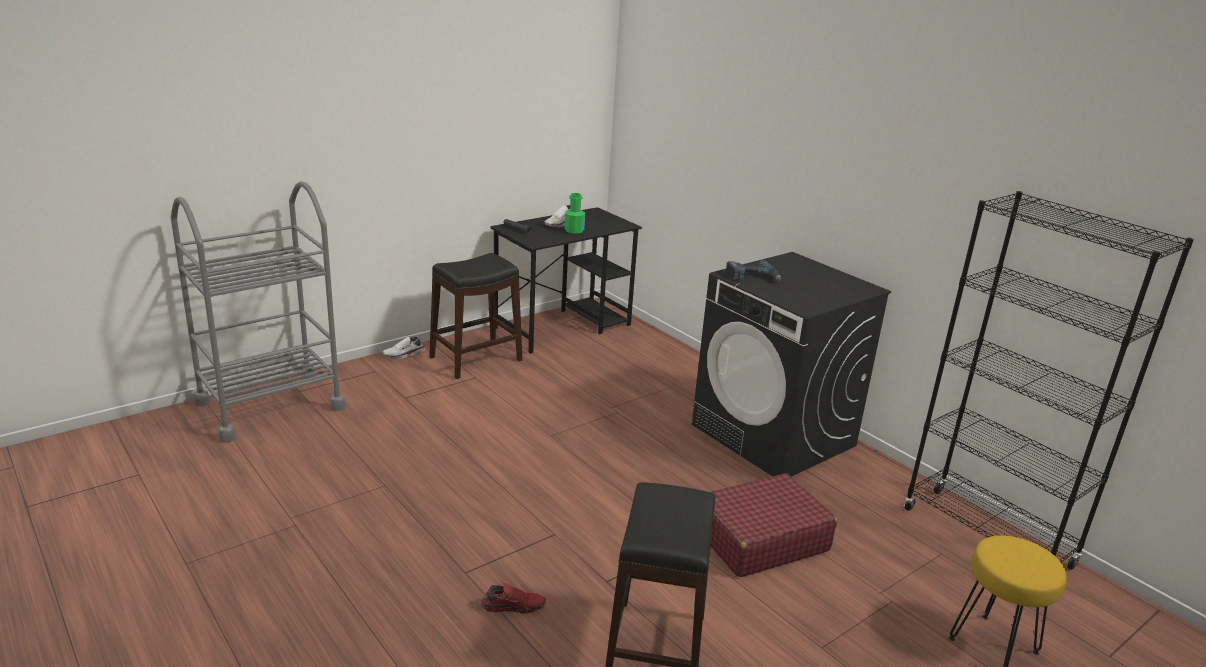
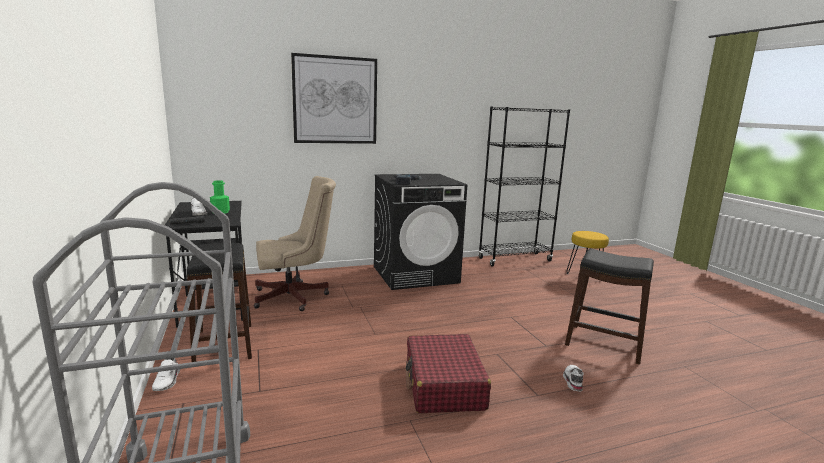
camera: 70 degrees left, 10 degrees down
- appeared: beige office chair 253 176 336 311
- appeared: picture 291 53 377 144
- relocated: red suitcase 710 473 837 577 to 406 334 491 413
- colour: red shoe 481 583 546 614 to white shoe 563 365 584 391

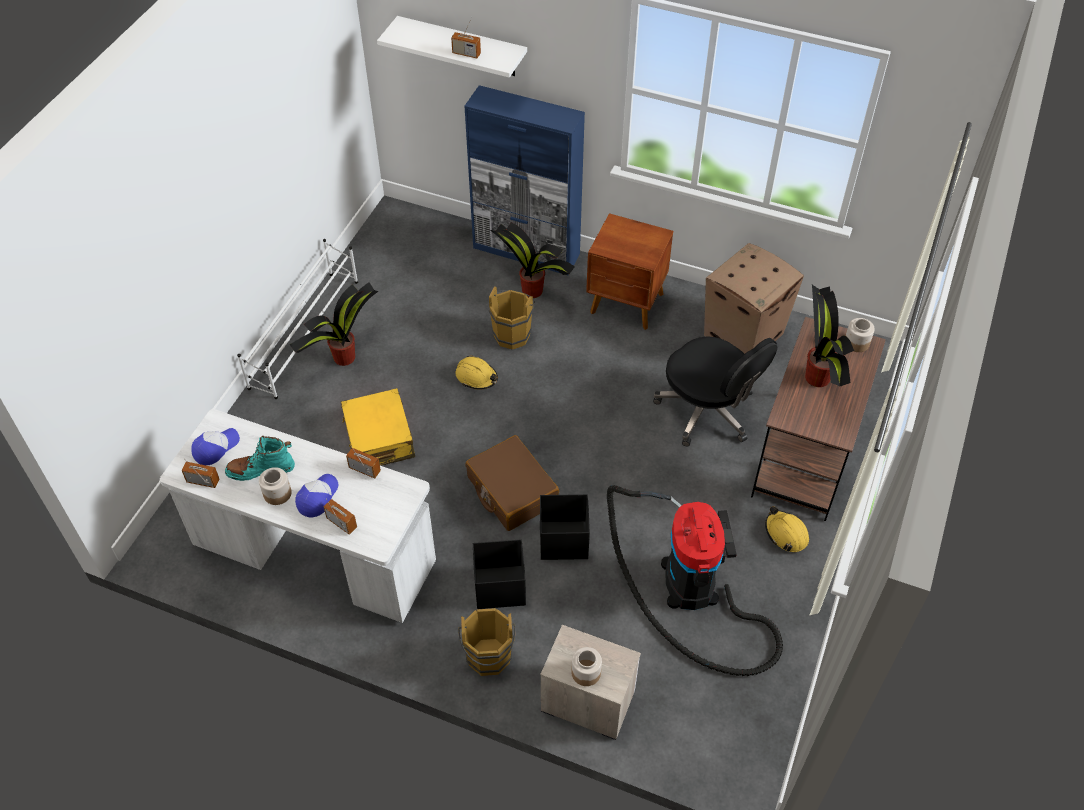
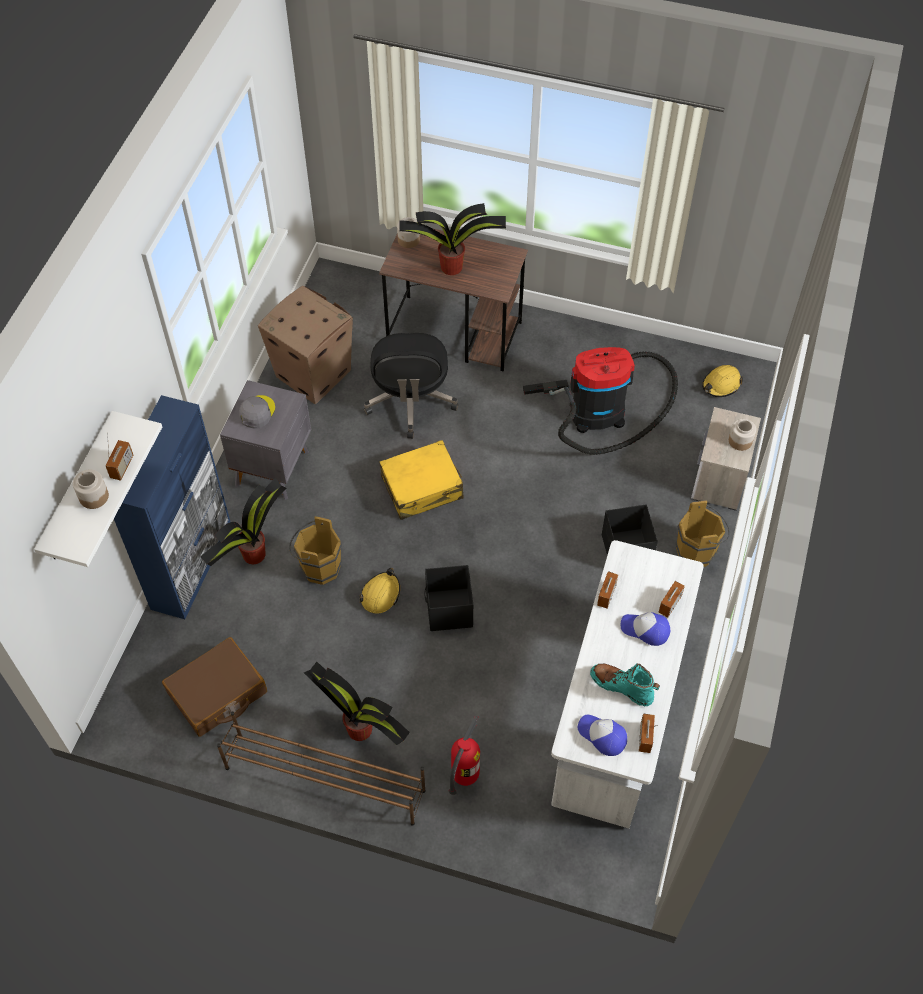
camera: 95 degrees left, 5 degrees up
- relocated: jar 259 467 292 505 to 73 470 109 509
- relocated: brown suitcase 466 435 559 531 to 162 637 267 737
- colour: white shoe rack 237 239 358 399 to brown shoe rack 217 712 426 826
- colour: brown nightstand 586 213 673 330 to grey nightstand 220 380 311 500
- appeared: grey cap 239 395 275 429
- spun: black office chair 653 336 778 446 = 364 333 458 439 135 degrees clockwise
- relocated: yellow suitcase 341 388 415 466 to 380 440 464 520
- relocated: black storage box 540 494 590 560 to 424 565 473 631
- appeared: fire extinguisher 449 716 480 795
- spun: turquoise boot 225 436 295 481 = 590 664 660 707 135 degrees clockwise
- relocated: yellow hard hat 765 506 809 552 to 702 365 743 397

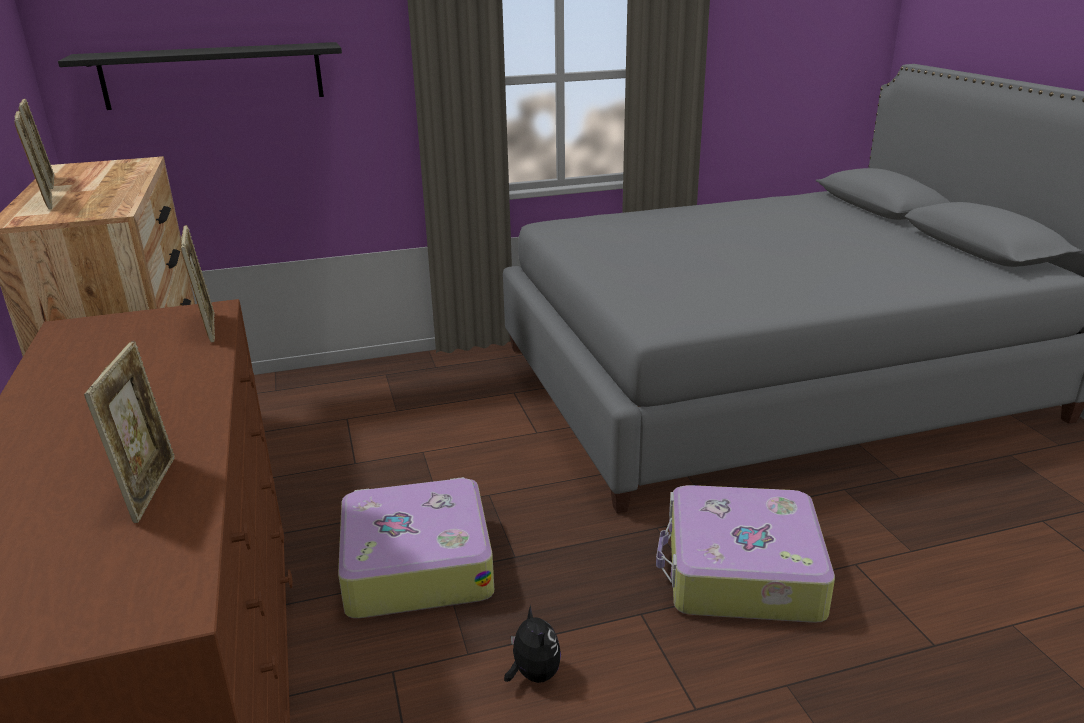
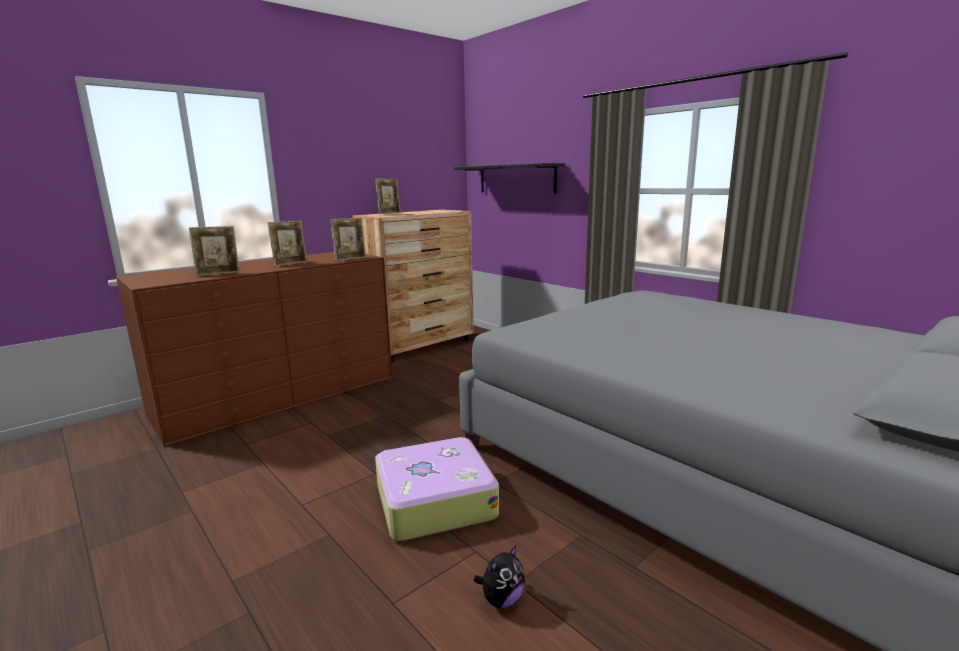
camera: 65 degrees right, 10 degrees down
- relocated: picture frame 19 99 55 189 to 268 221 307 267
- relocated: plush toy 504 605 561 683 to 474 545 525 608
- missing: suitcase 338 477 494 618

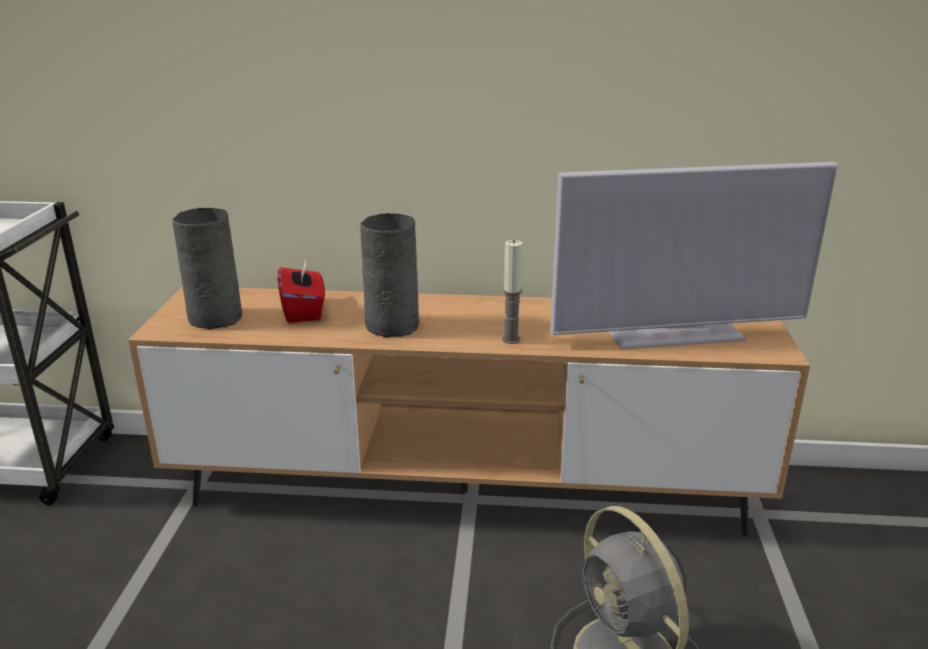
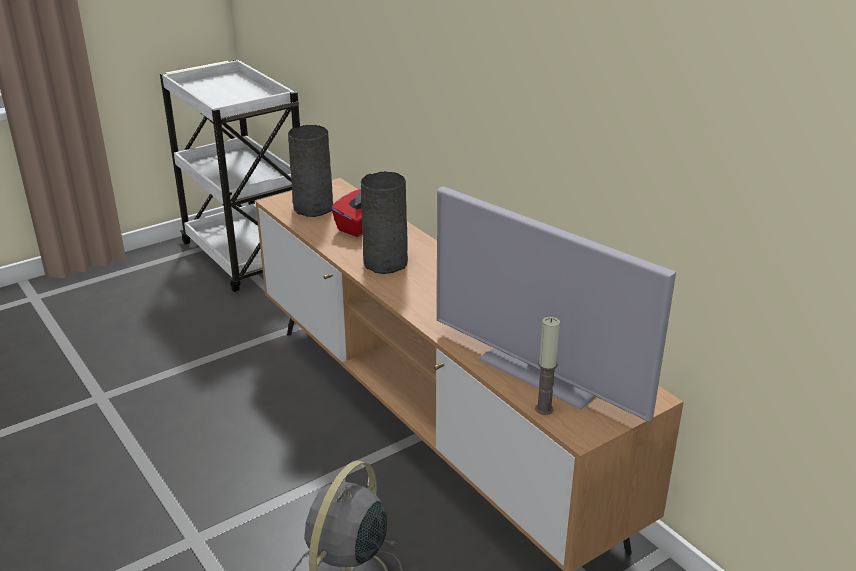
camera: 50 degrees right, 5 degrees up
- relocated: candle 502 240 523 344 to 535 317 560 415

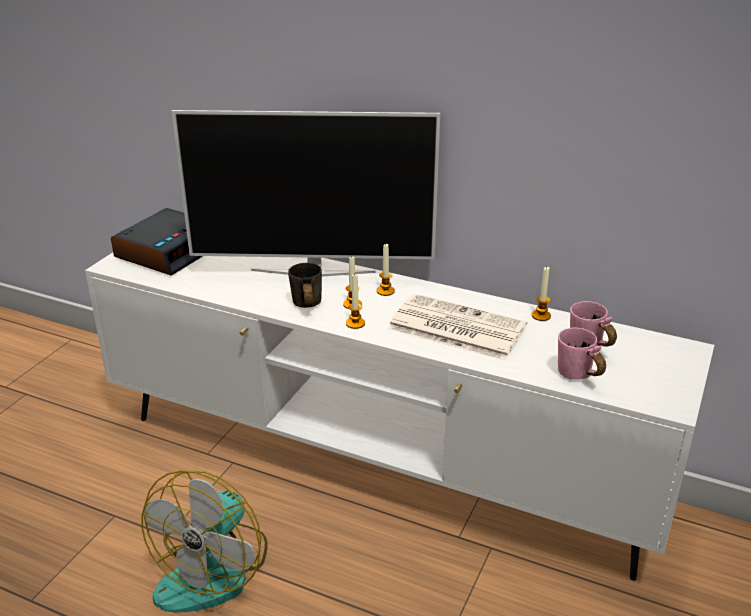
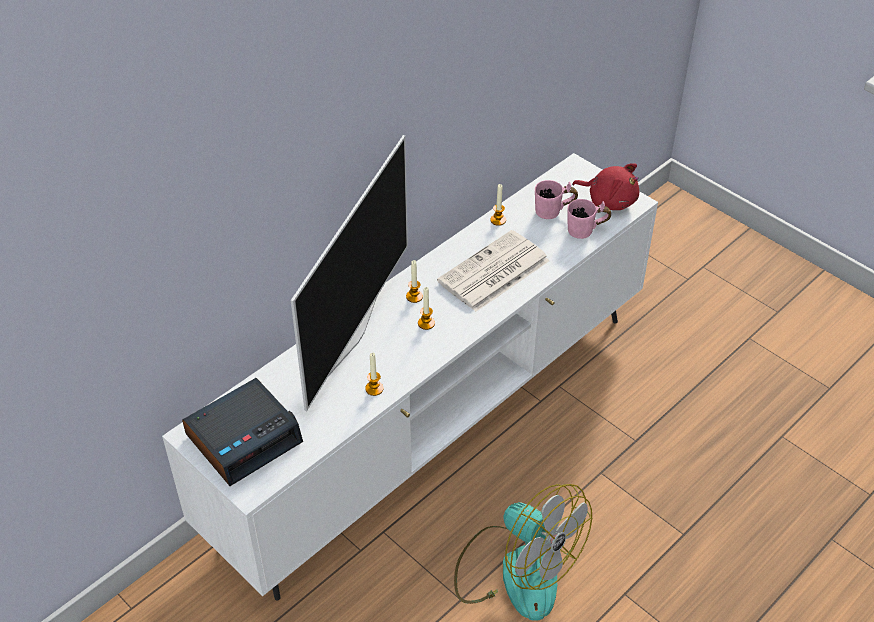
camera: 70 degrees left, 15 degrees up
- spun: alarm clock 111 208 203 276 = 182 378 303 486 90 degrees clockwise
- relocated: candle 346 275 365 329 to 365 353 384 396
- appeared: red plush toy 572 163 639 210
- missing: grey mug 288 263 322 308

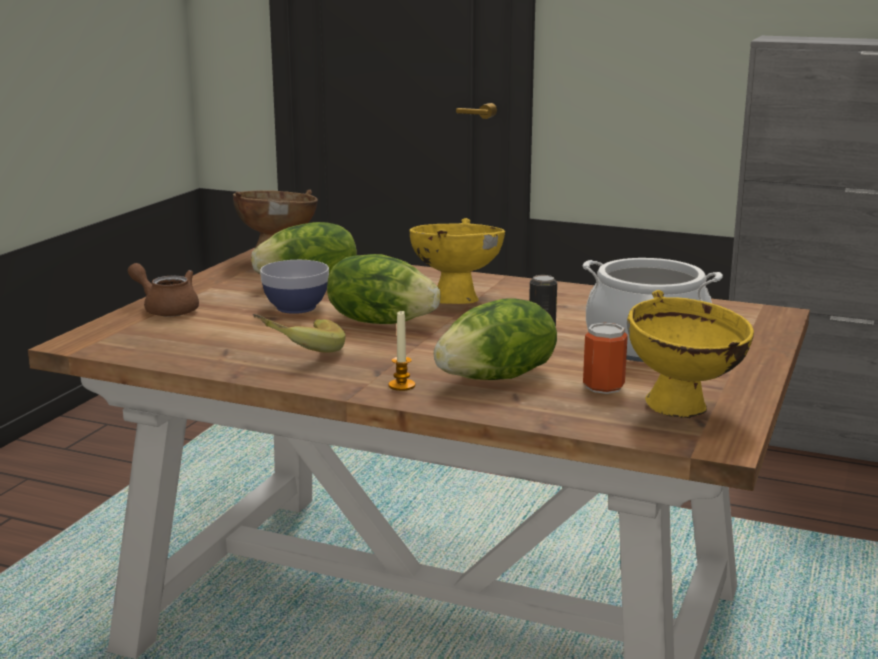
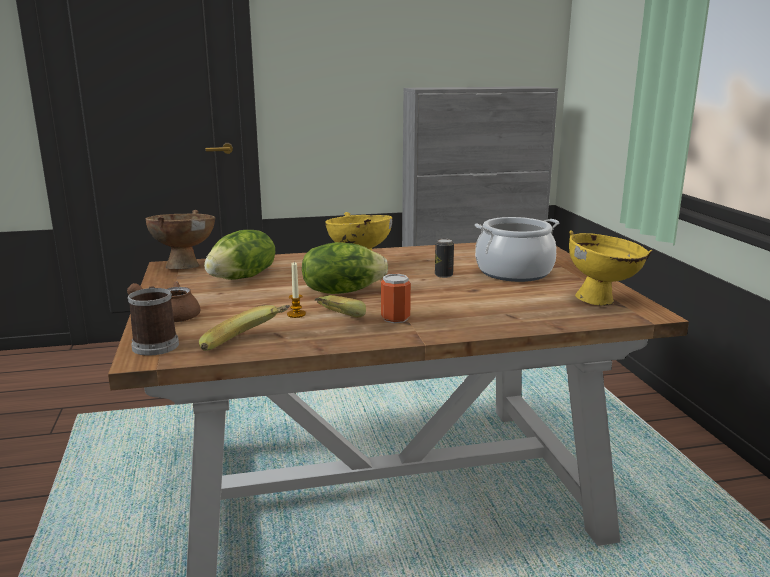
camera: 35 degrees left, 0 degrees up
- appeared: mug 127 286 179 356
- appeared: banana 199 305 290 351
- relocated: candle 388 311 415 391 to 287 262 306 318
- relocated: can 583 322 628 394 to 381 273 411 323
- missing: bowl 260 260 329 314
- missing: lettuce 434 298 557 380

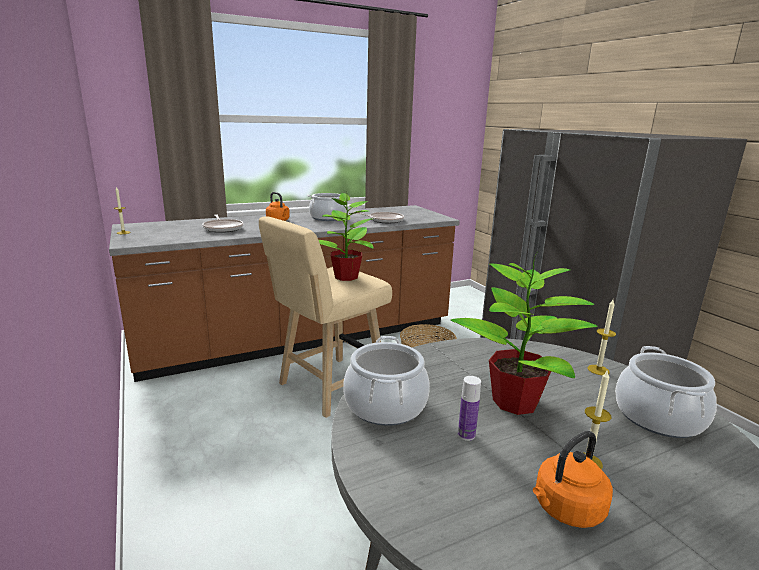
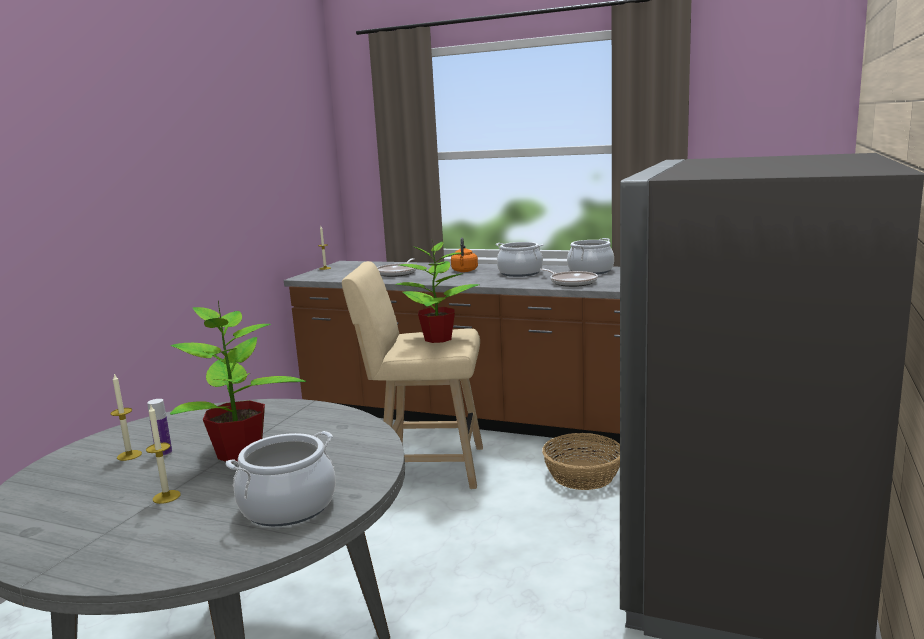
camera: 50 degrees right, 5 degrees down
- relocated: candle 588 300 616 375 to 111 373 142 461
- relocated: cooking pot 343 336 430 426 to 567 238 614 275
- missing: orange kettle 533 431 613 528

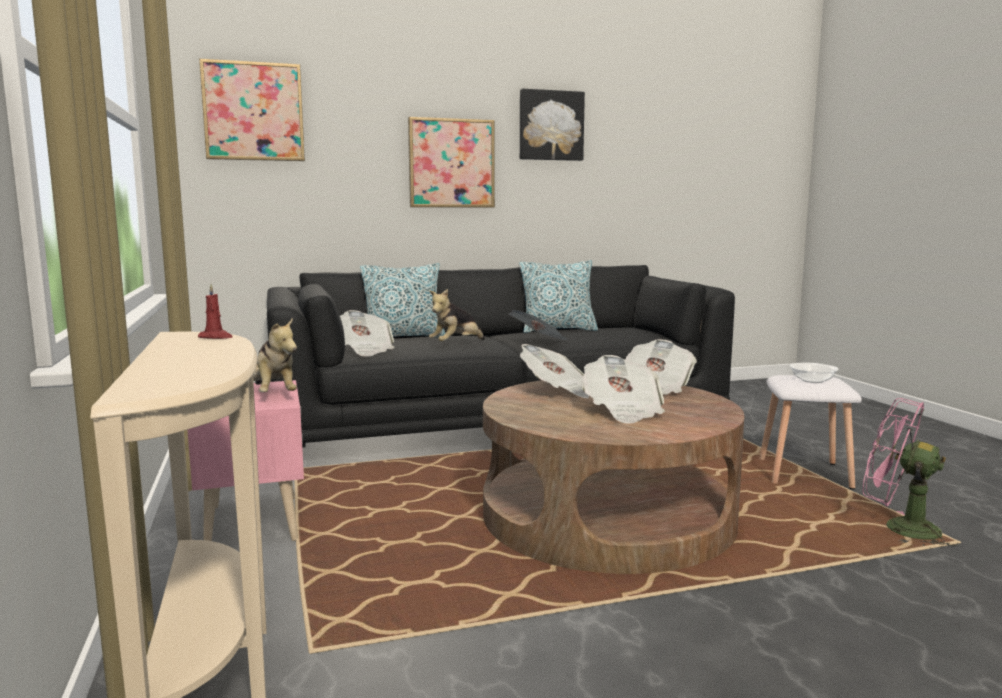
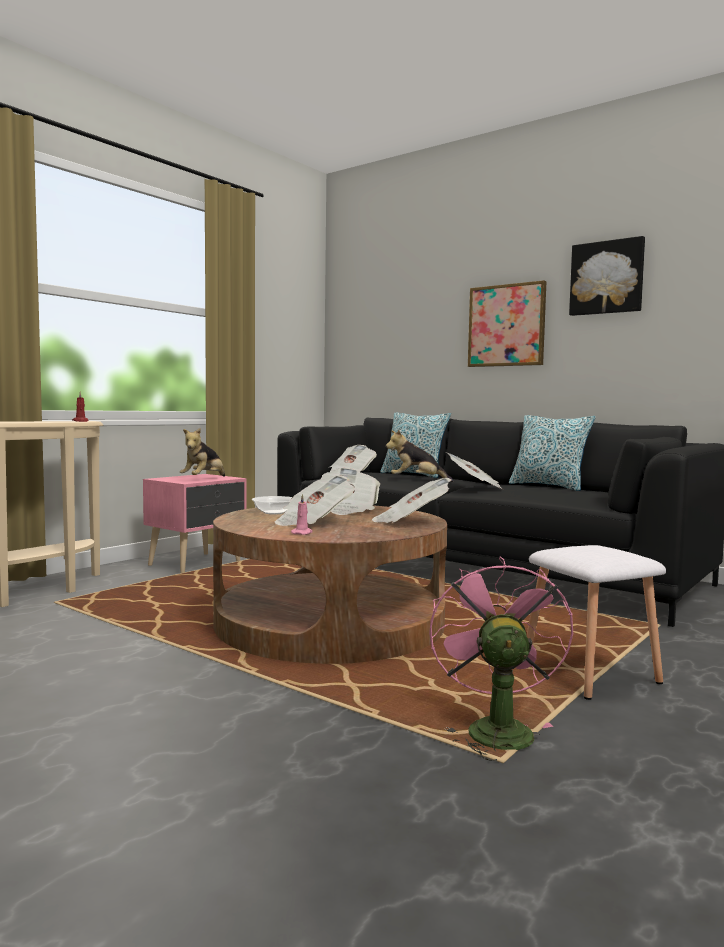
camera: 55 degrees right, 5 degrees down
- relocated: bowl 790 363 838 383 to 252 496 292 514
- appeared: pink candle 291 494 312 535
- missing: picture 199 58 305 161

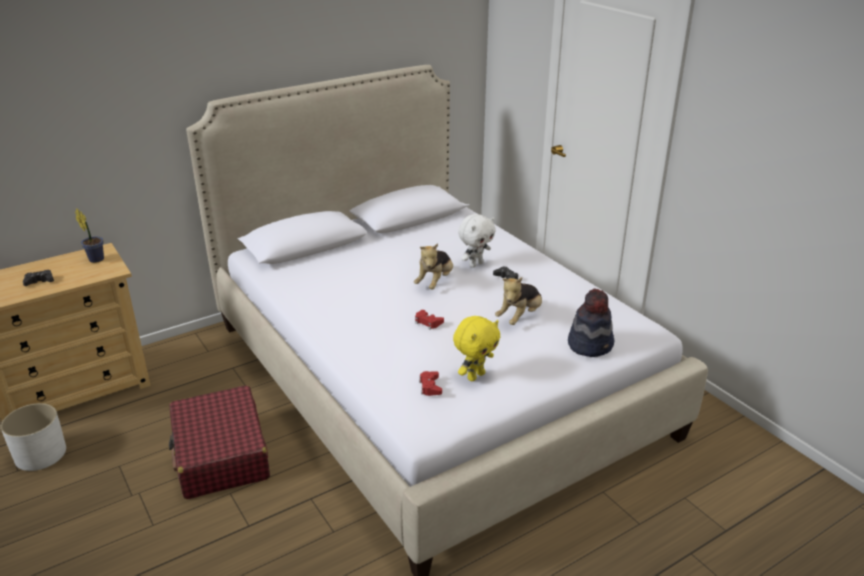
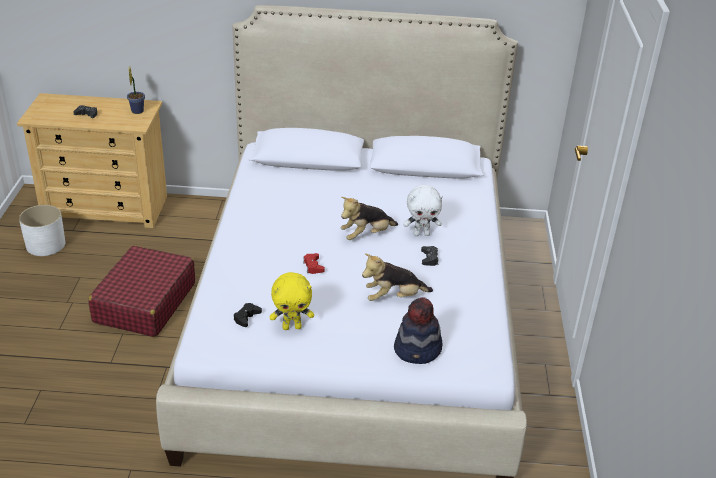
camera: 35 degrees right, 5 degrees up
- colour: red game controller 419 371 442 396 to black game controller 234 303 262 327

